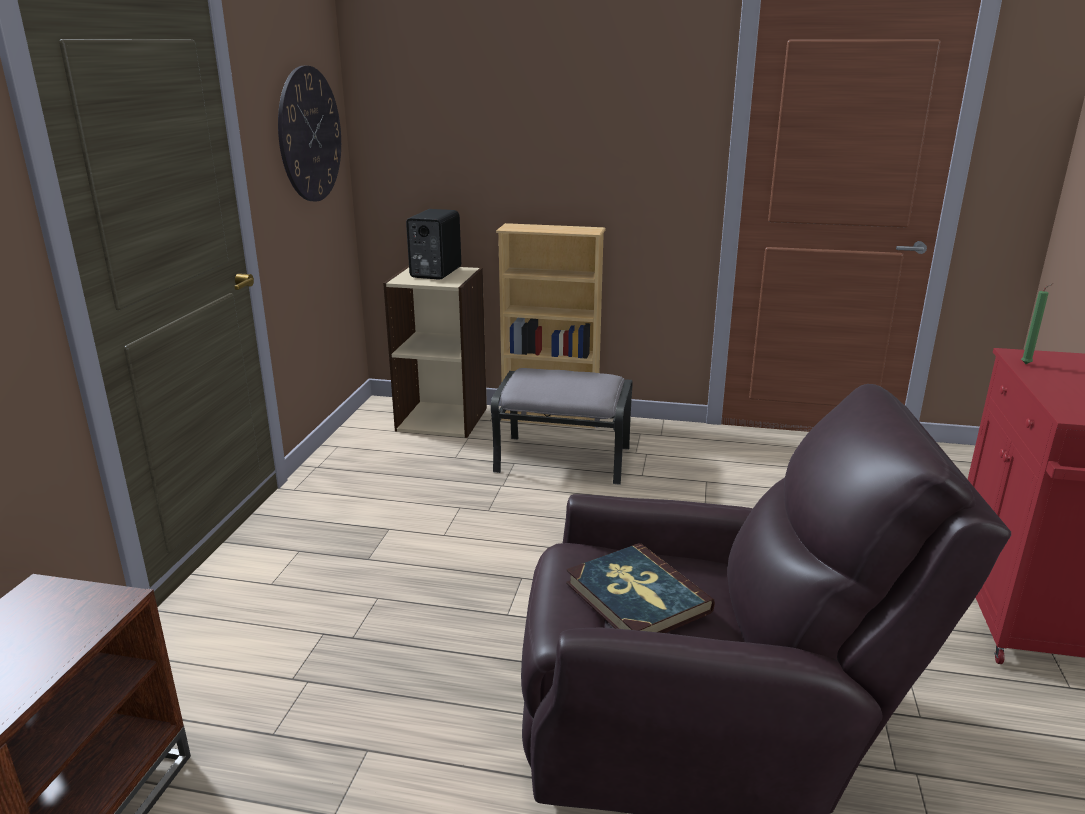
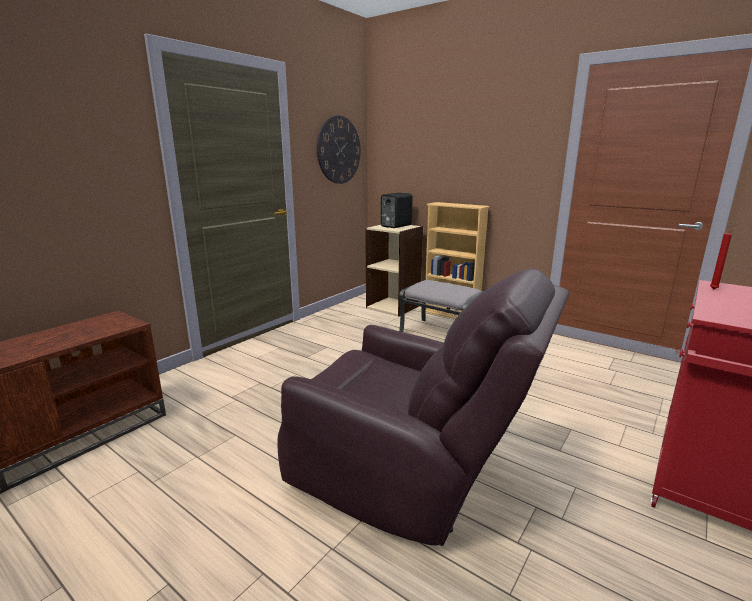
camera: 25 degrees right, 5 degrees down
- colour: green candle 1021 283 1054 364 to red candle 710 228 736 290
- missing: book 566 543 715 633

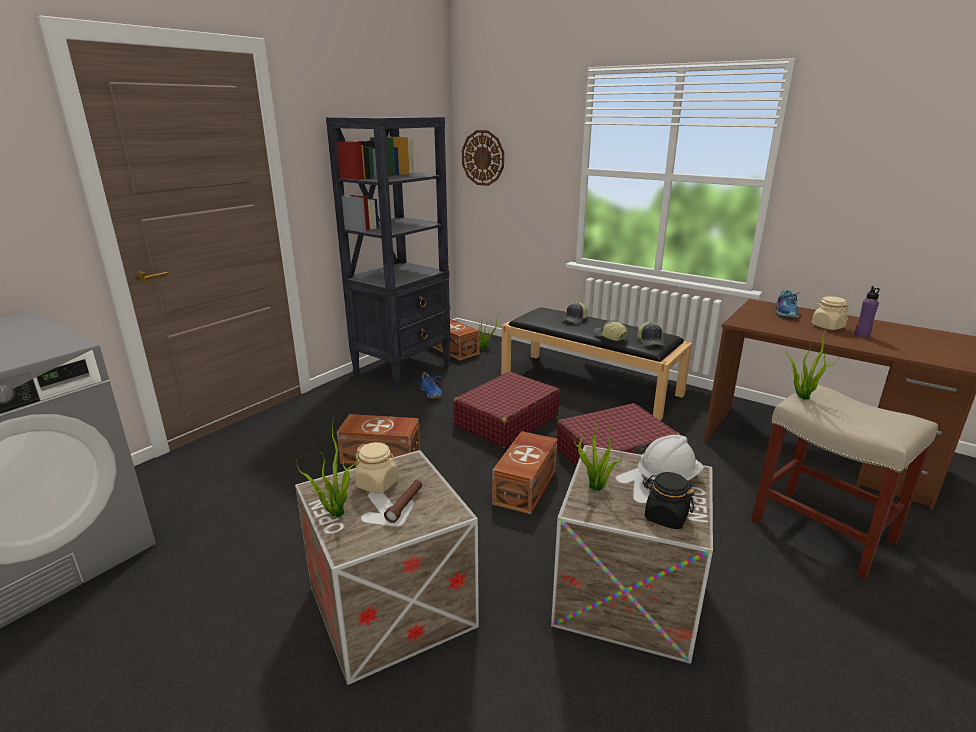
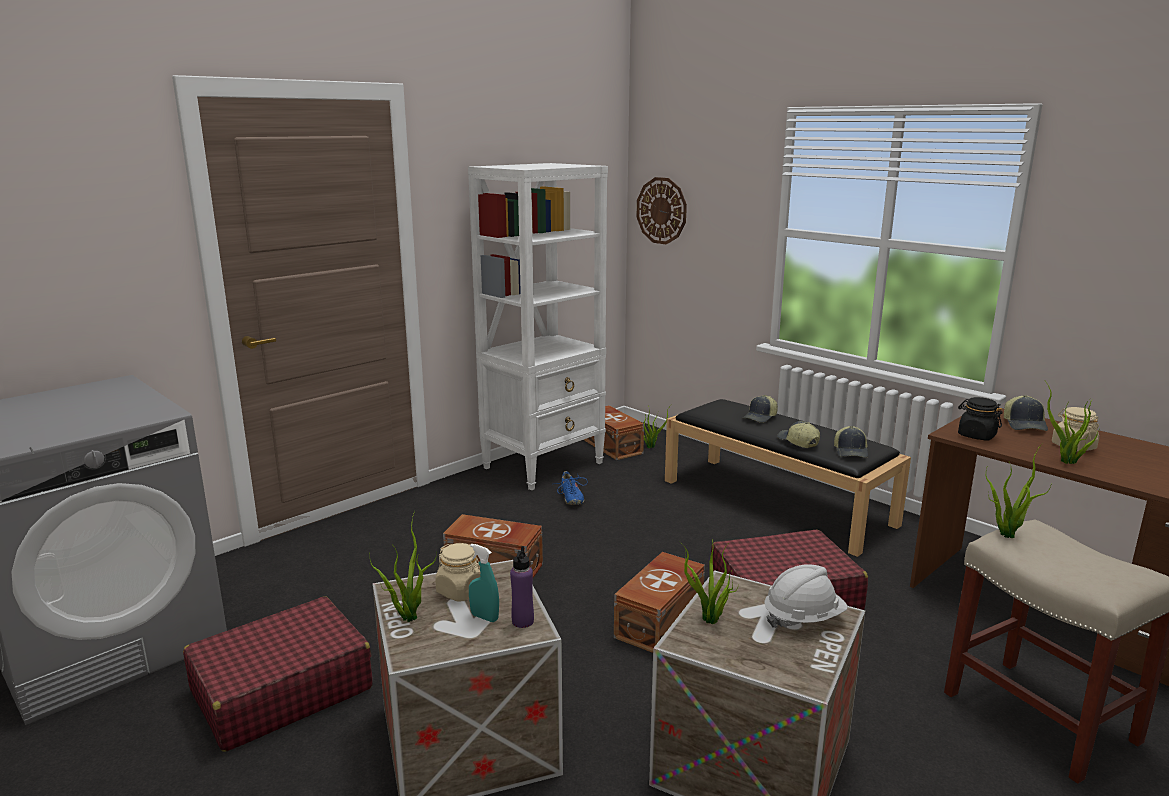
camera: 10 degrees right, 5 degrees down
- relocated: red suitcase 453 372 560 448 to 183 596 373 752
- colour: black bookcase 326 117 451 390 to white bookcase 468 163 608 490
- exchanged: brown flashlight 384 480 422 523 to turquoise spray bottle 469 543 499 622
- relocated: purple bottle 854 286 880 338 to 510 546 534 628
- relocated: black jar 644 472 695 529 to 958 397 1003 440
- exchanged: shoe 775 289 801 318 to cap 1004 395 1048 431
- appeared: potted plant 1046 382 1099 464

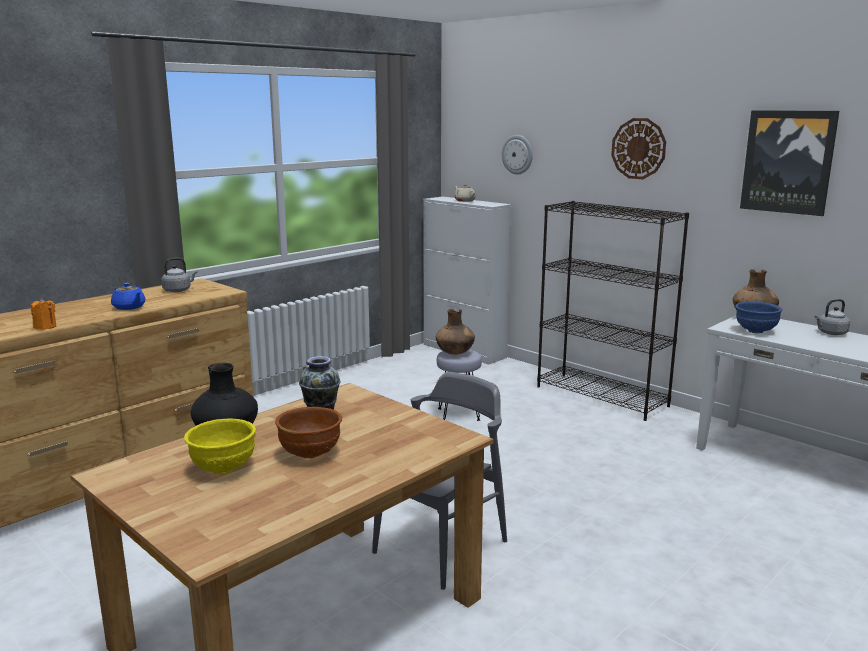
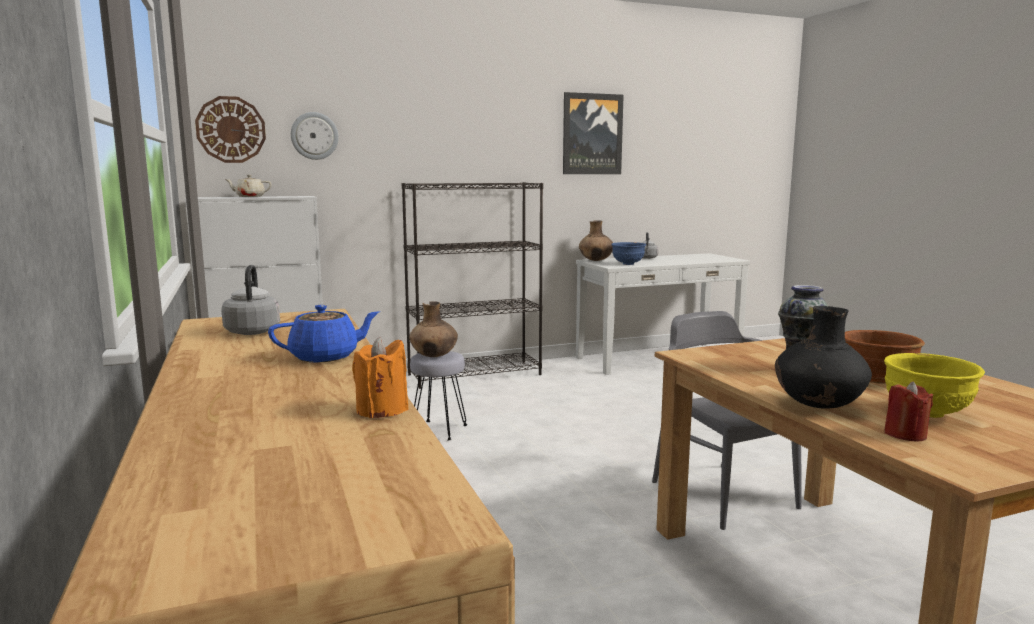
camera: 65 degrees left, 5 degrees down
- relocated: wall clock 611 118 666 179 to 195 96 266 163
- appeared: red candle 884 382 933 442

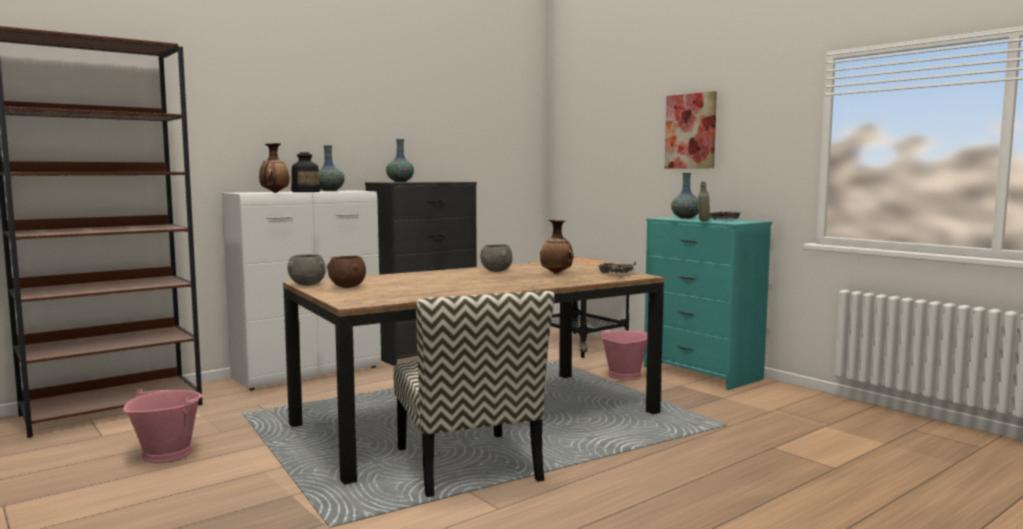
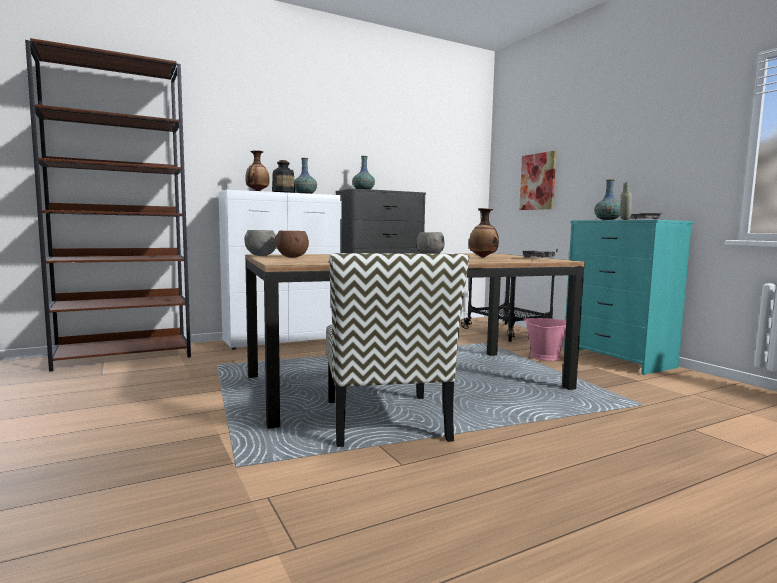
camera: 10 degrees right, 0 degrees up
- relocated: picture 665 91 717 169 to 519 151 557 210
- missing: pink bucket 124 389 202 463

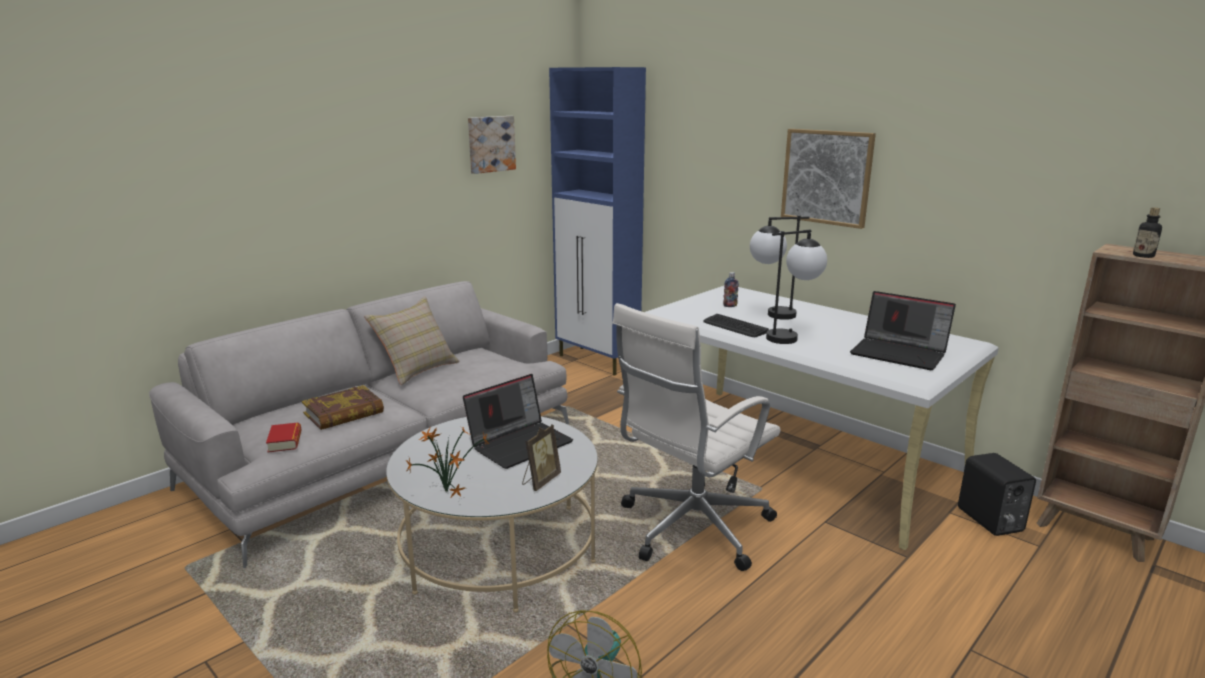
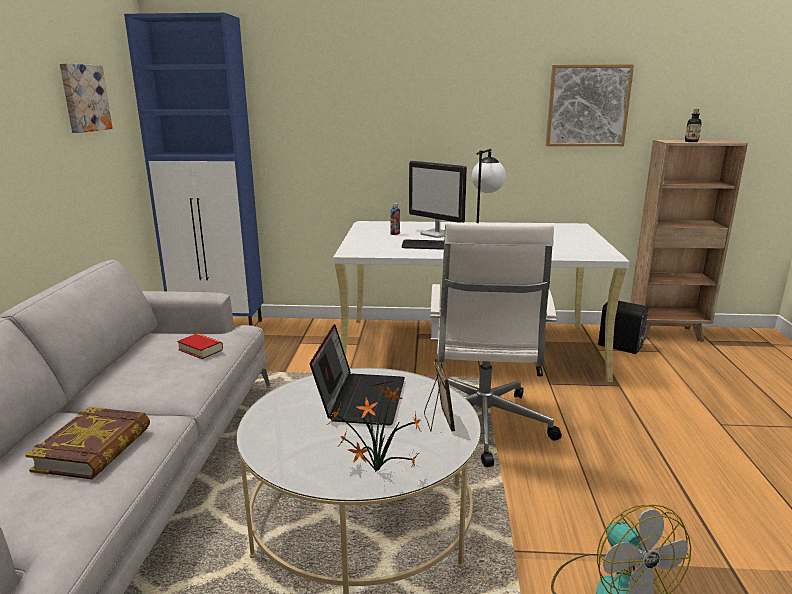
camera: 40 degrees left, 0 degrees up
- relocated: book 266 422 302 453 to 177 333 223 359
- exchanged: table lamp 750 215 809 320 to monitor 409 161 467 238
- relocated: picture 781 129 876 229 to 546 64 634 146
- missing: beige pillow 364 296 460 385
- missing: laptop 850 291 956 370

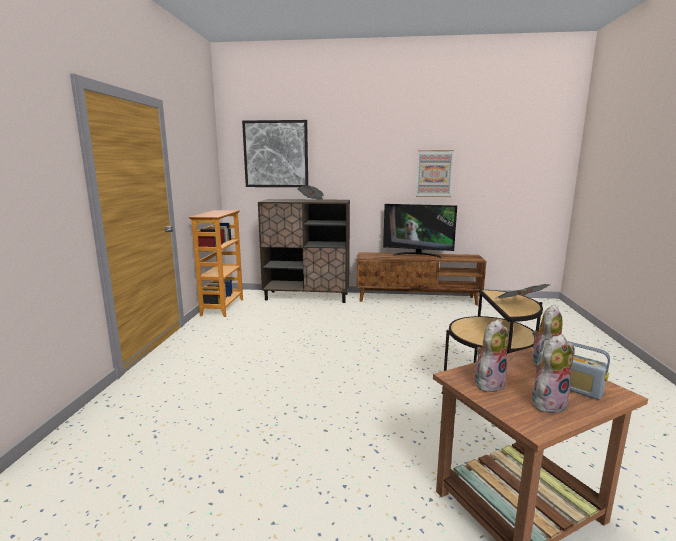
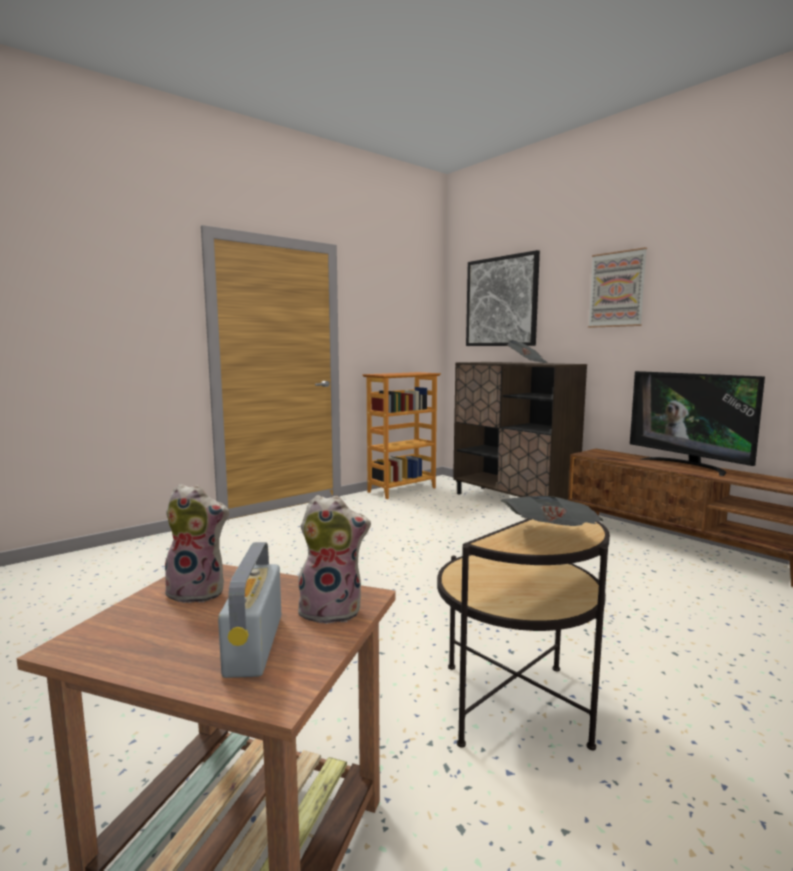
camera: 45 degrees right, 5 degrees down
- relocated: picture 416 150 454 197 to 588 247 647 328
- missing: plush toy 532 334 575 413

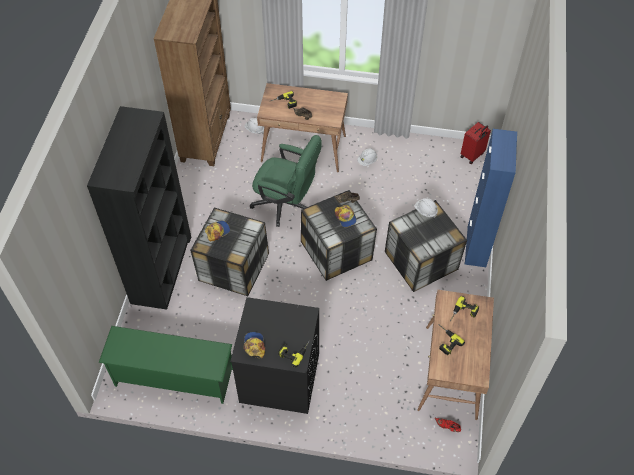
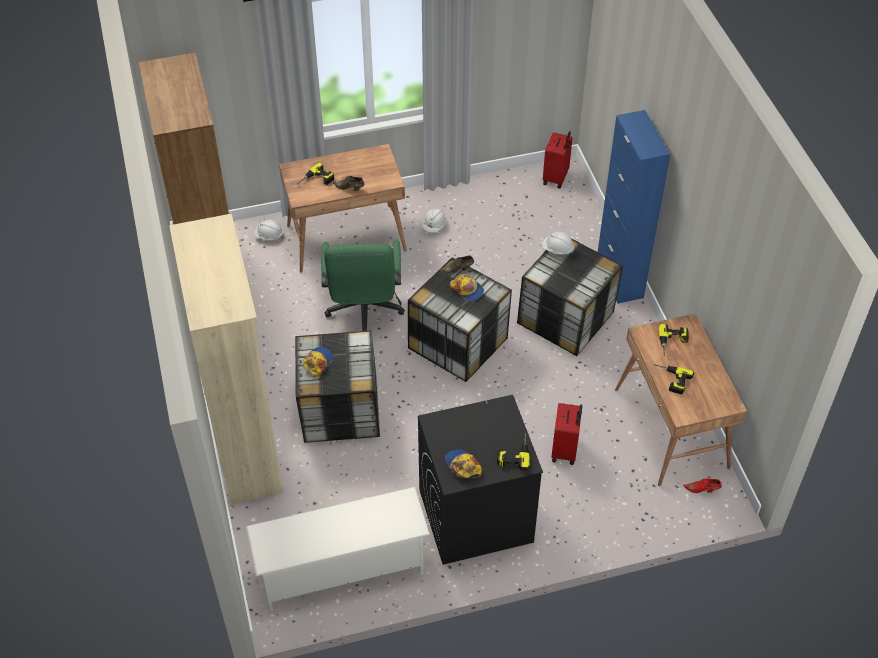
camera: 25 degrees left, 5 degrees down
- colour: black bookcase 87 106 191 310 to beige bookcase 169 214 284 505
- colour: green shoe rack 99 326 233 404 to white shoe rack 245 487 430 611
- spun: green office chair 250 135 322 227 = 321 239 405 331 90 degrees clockwise
- appeared: red suitcase 551 403 582 465

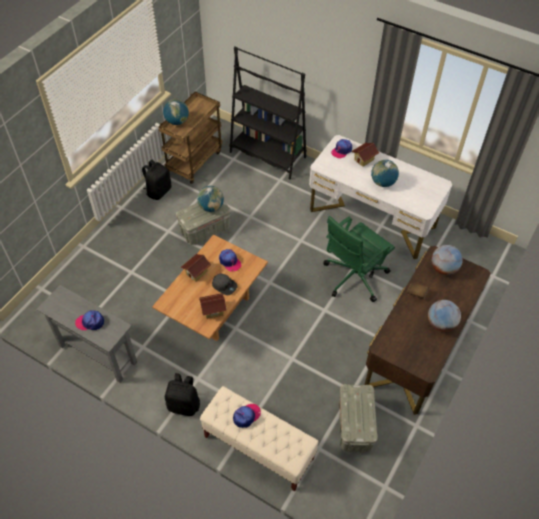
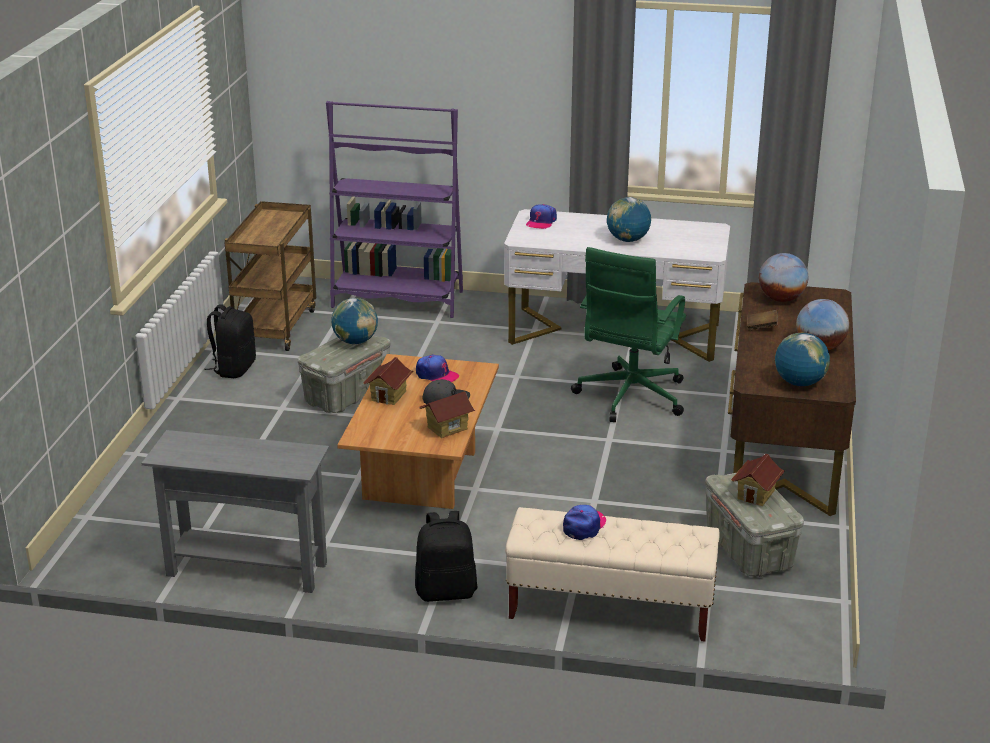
camera: 20 degrees left, 25 degrees down
- colour: black bookcase 230 46 307 179 to purple bookcase 326 101 463 318
- relocated: toy house 351 142 380 167 to 731 454 785 506
- relocated: globe 163 99 189 125 to 775 333 830 386
- missing: cap 75 311 104 330

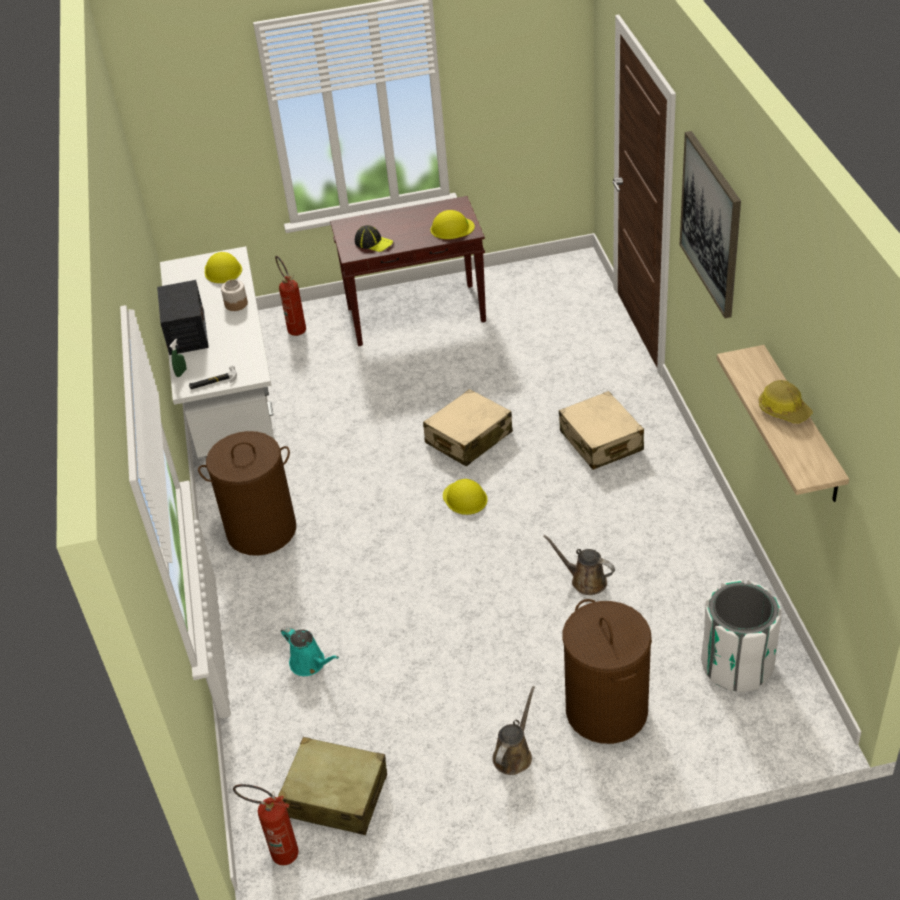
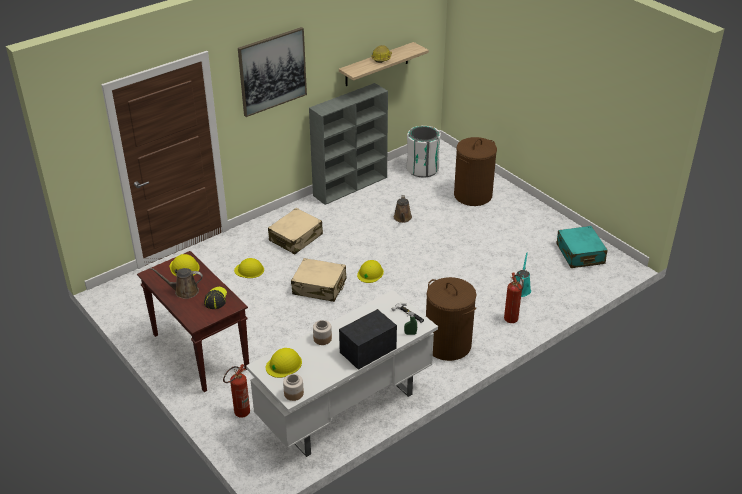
camera: 120 degrees left, 5 degrees down
- relocated: brown watering can 492 686 535 775 to 150 268 203 299
- appeared: yellow hard hat 234 258 264 278
- appeared: jar 283 374 304 401
- appeared: grey bookcase 309 83 388 205
- relocated: fire extinguisher 233 784 299 865 to 504 272 523 323
- colour: beige suitcase 278 737 387 835 to turquoise suitcase 556 226 608 268

